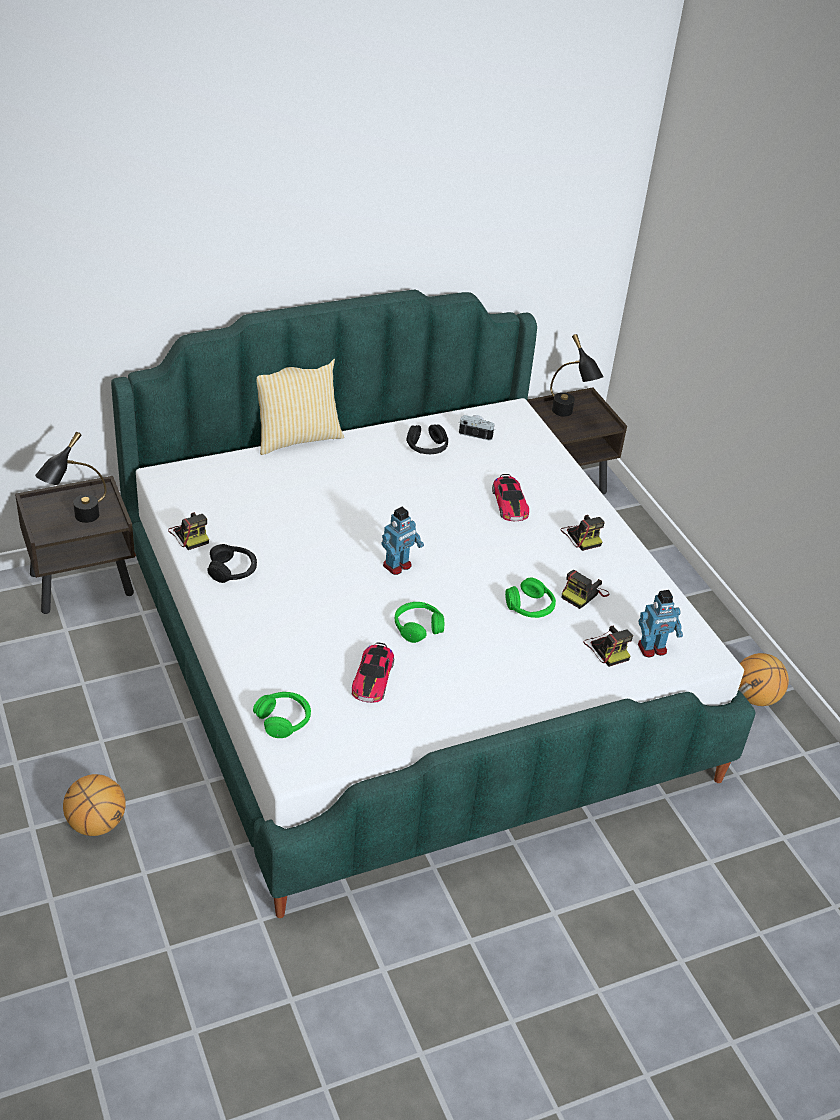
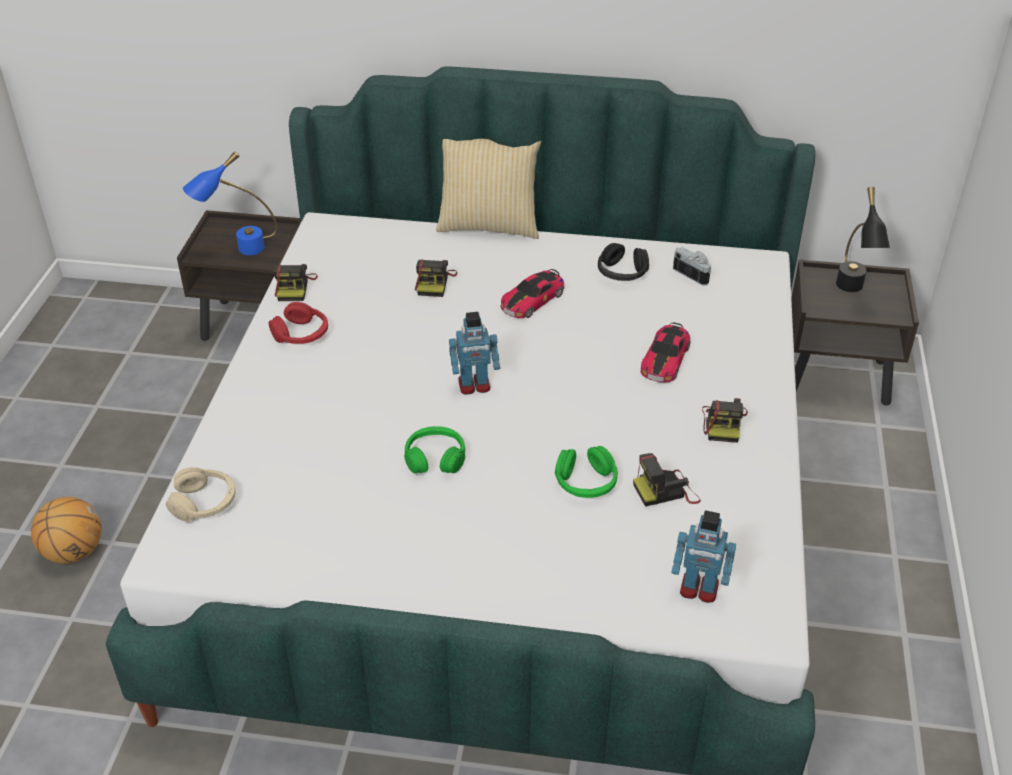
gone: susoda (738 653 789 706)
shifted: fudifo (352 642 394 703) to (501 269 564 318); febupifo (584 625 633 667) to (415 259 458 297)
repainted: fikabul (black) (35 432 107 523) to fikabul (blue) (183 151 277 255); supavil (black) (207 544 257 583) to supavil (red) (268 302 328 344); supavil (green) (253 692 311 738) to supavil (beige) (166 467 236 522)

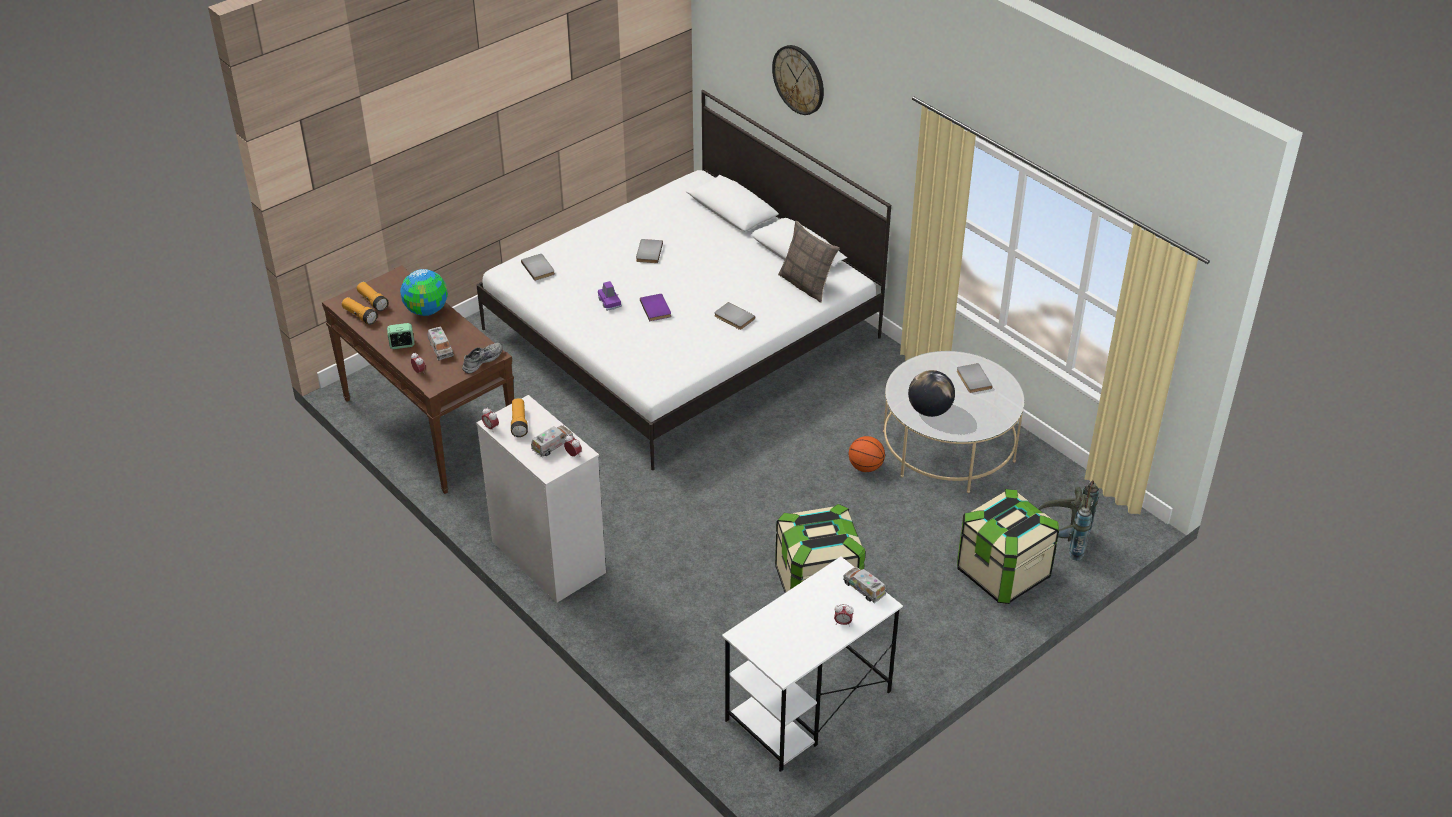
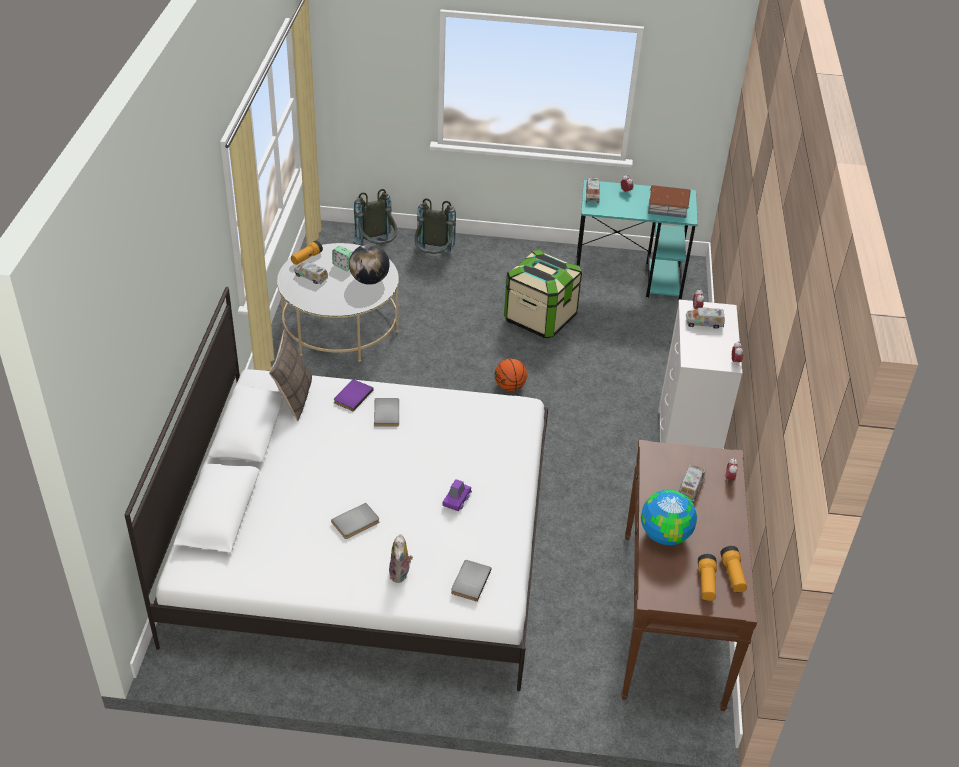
gone: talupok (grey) (462 343 503 373); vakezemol (772 45 824 115)
new: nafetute (389 534 413 583); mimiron (648 185 691 218)
shifted: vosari (387 323 414 349) to (332 246 353 271); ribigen (511 398 528 437) to (291 240 323 265); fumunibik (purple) (640 294 671 321) to (334 380 373 411); susoda (849 436 885 472) to (495 358 527 391)
swapped: fumunibik (grey) (957 363 992 393) to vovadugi (294 262 328 284); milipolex (957 489 1059 604) to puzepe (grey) (414 198 456 254)
repainted: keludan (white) (722 557 903 772) to keludan (turquoise) (576 180 698 300)

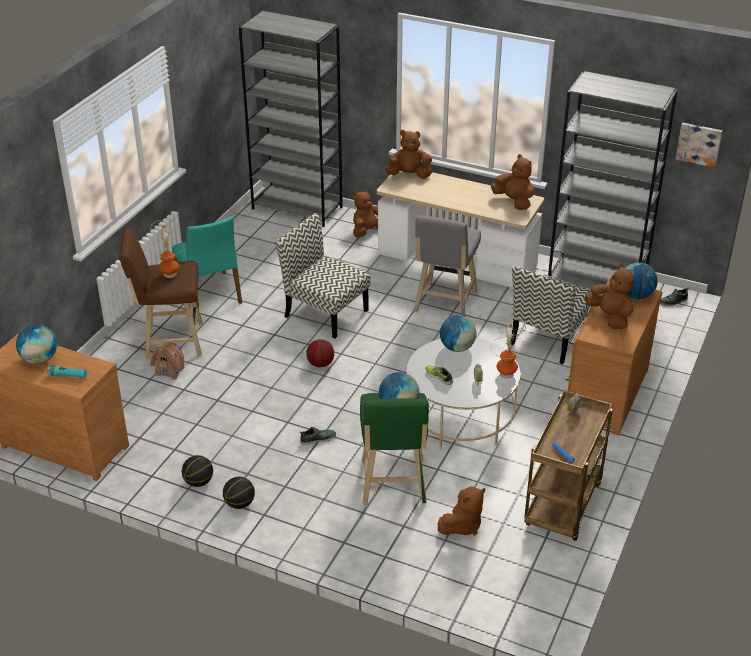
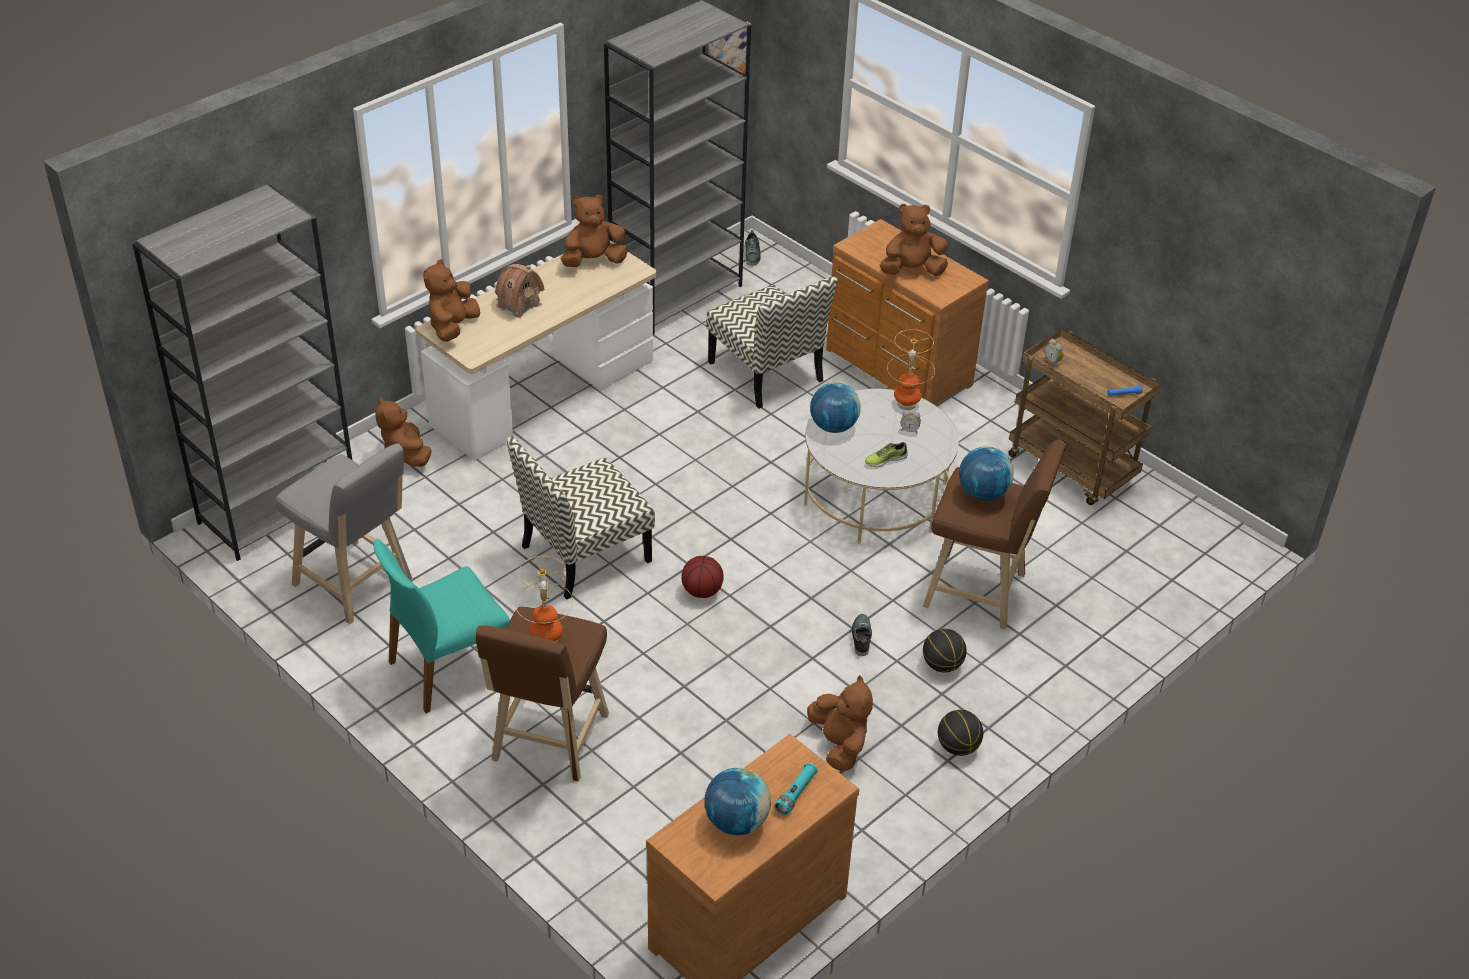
gone: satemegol (626 263 658 299)
shifted: mimiron (150 342 185 380) to (495 264 545 319); susoda (182 455 213 487) to (923 629 967 673); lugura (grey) (414 215 481 316) to (276 443 412 624); nafetute (brown) (438 486 485 535) to (807 675 873 771)
repainted: lugura (green) (360 393 429 504) to lugura (brown) (923 439 1066 629)
rotated: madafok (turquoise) (172 216 242 308) = (373 538 510 713) 150 degrees clockwise

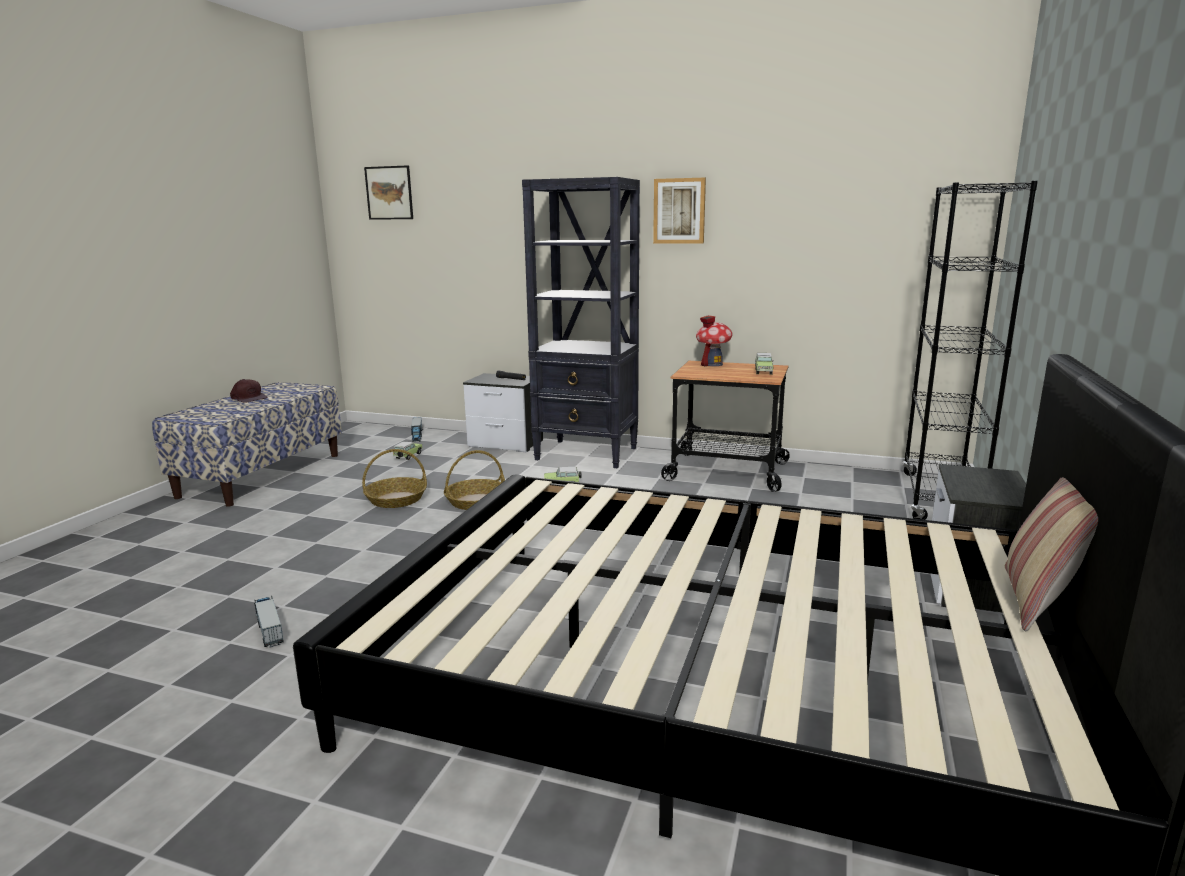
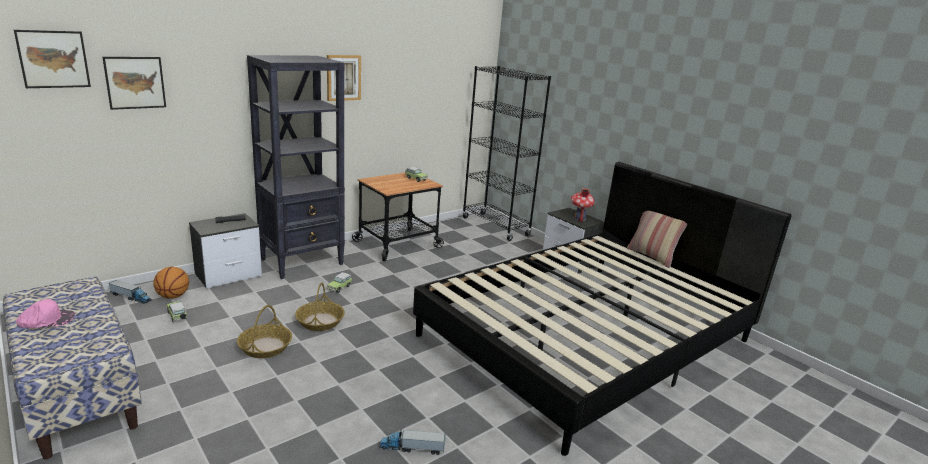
new: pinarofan (103 57 166 110); susoda (153 267 189 299)
shifted: mimiron (696 315 733 366) to (571 189 595 222)
repainted: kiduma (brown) (230 379 267 403) to kiduma (pink) (16 299 75 328)

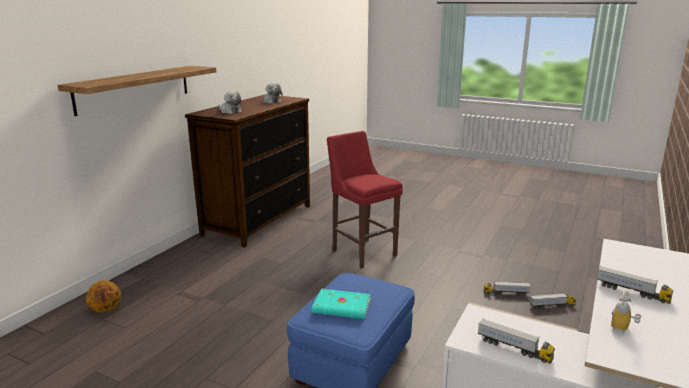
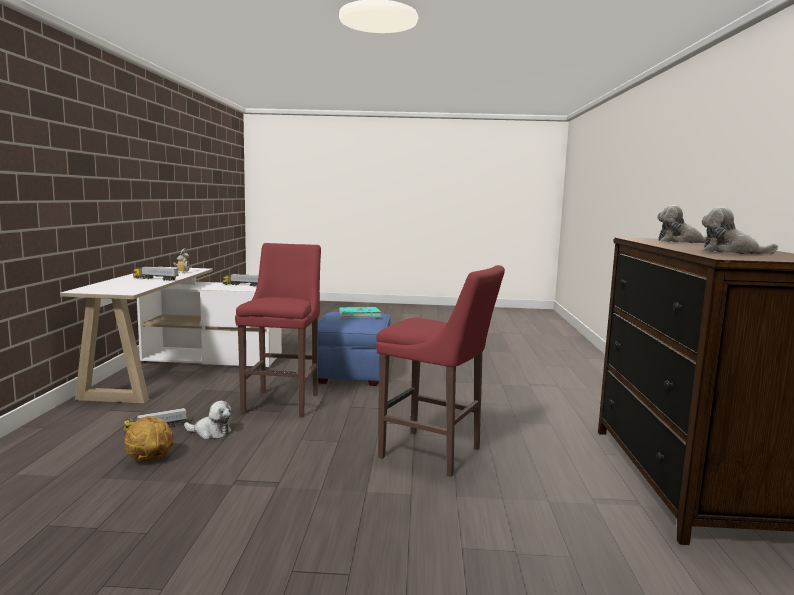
gone: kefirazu (58 66 216 116)
new: lugura (red) (235 243 321 417)
shifted: susoda (86 280 121 313) to (124 416 174 461)
swapped: vovadugi (484 281 531 296) to nafetute (184 401 232 439)

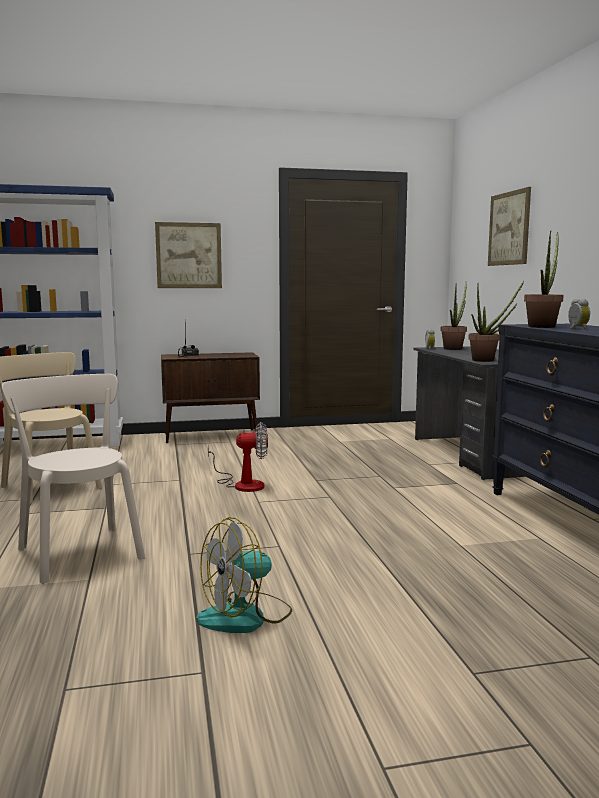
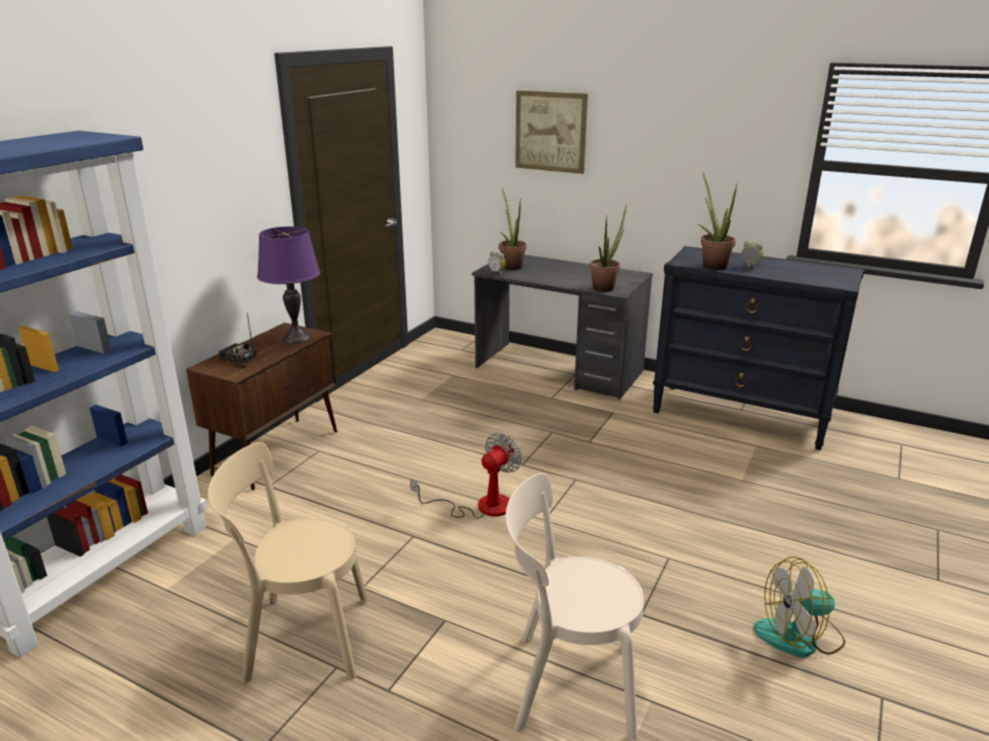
gone: pinarofan (155 222 222 288)
new: fikabul (purple) (257 226 320 344)
rotated: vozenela (196 517 292 633) = (754 557 845 658) 75 degrees clockwise

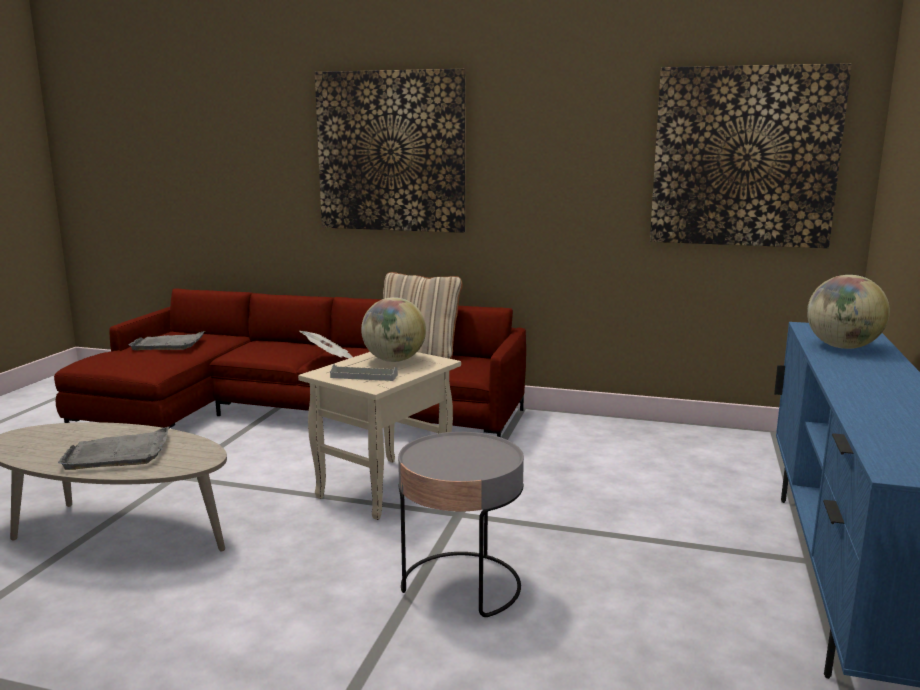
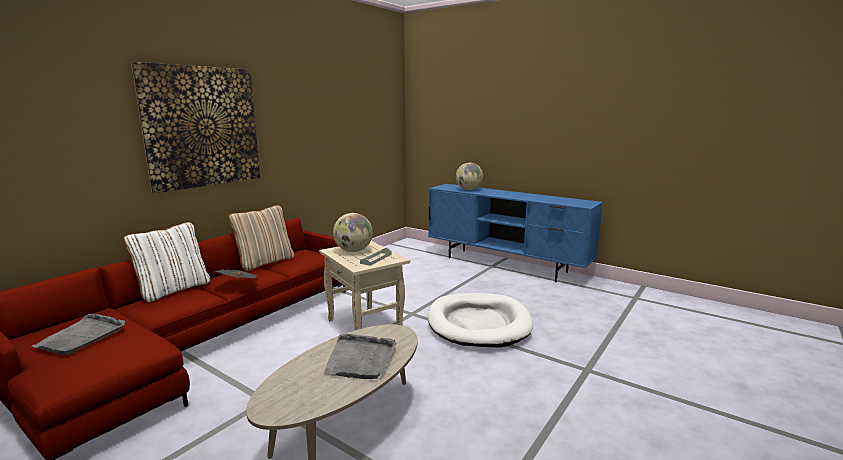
gone: pinarofan (650 63 852 248)
new: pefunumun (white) (124 222 210 302)
swapped: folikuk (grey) (398 432 524 617) to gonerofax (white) (428 293 533 348)

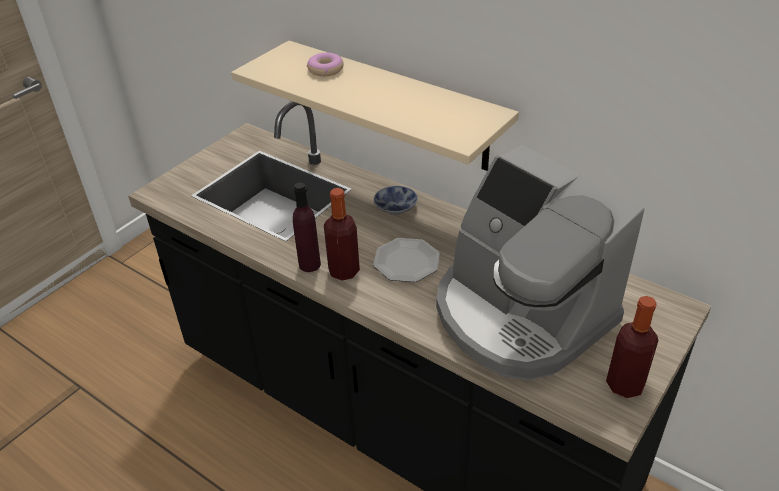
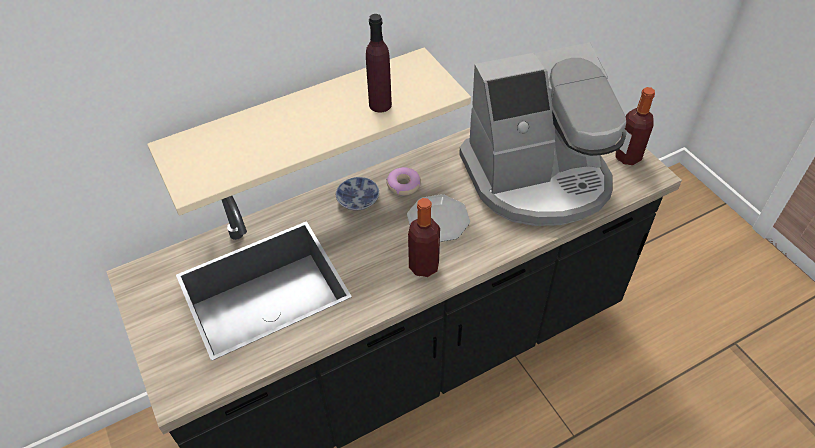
shifted: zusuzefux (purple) (293 182 321 272) to (366 14 392 113); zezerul (307 53 344 76) to (386 167 421 196)

